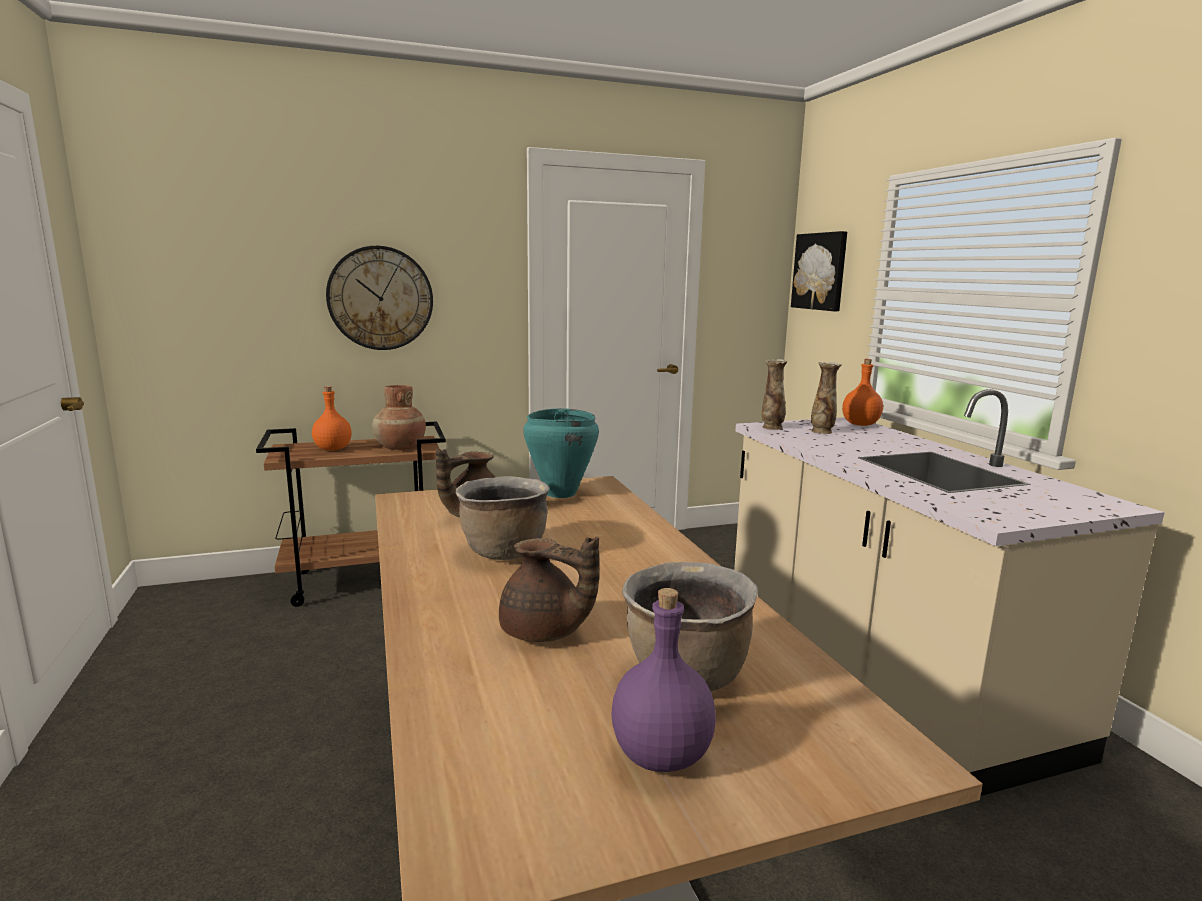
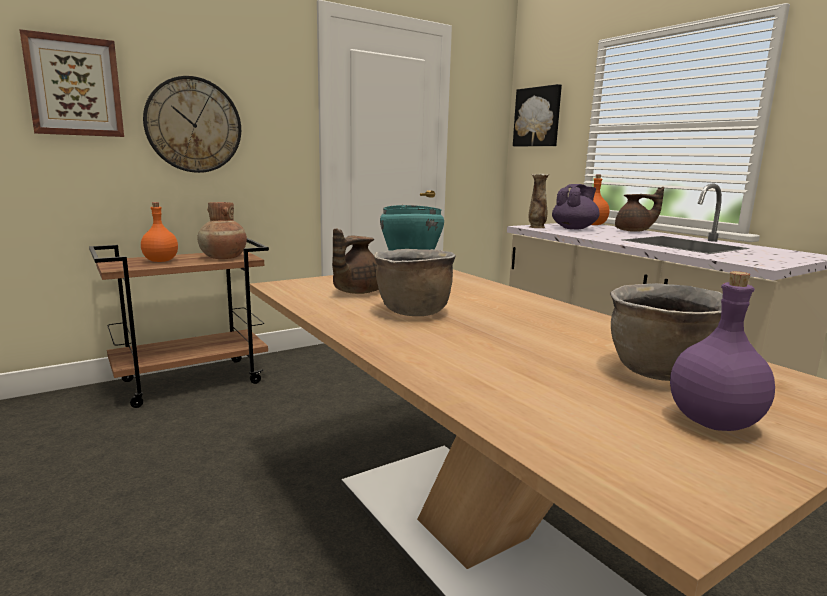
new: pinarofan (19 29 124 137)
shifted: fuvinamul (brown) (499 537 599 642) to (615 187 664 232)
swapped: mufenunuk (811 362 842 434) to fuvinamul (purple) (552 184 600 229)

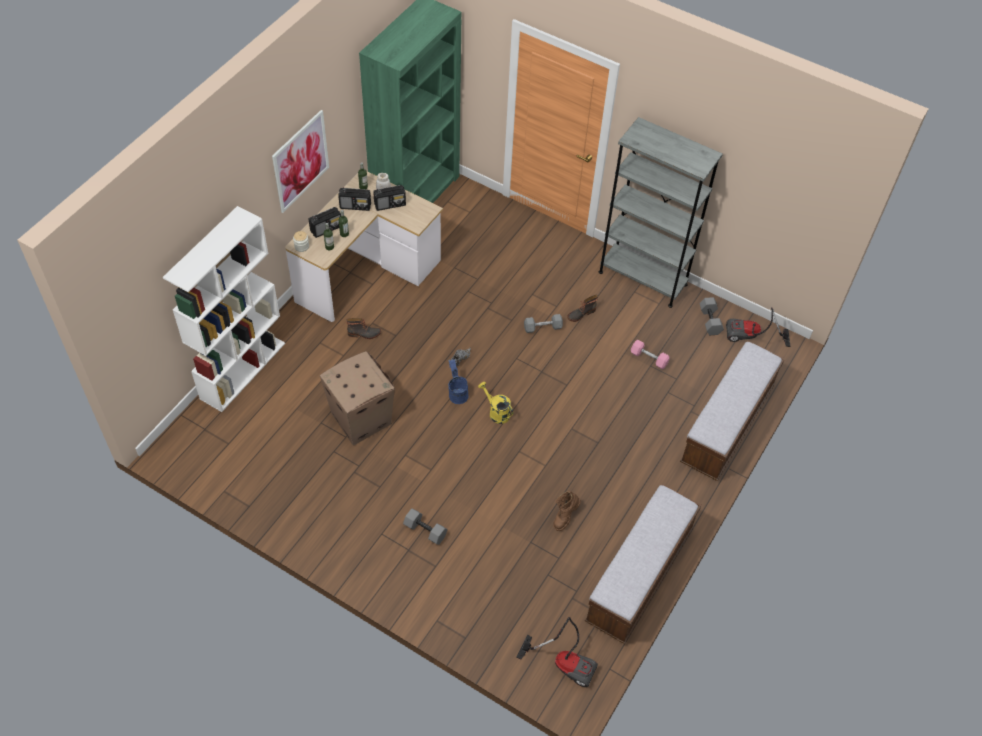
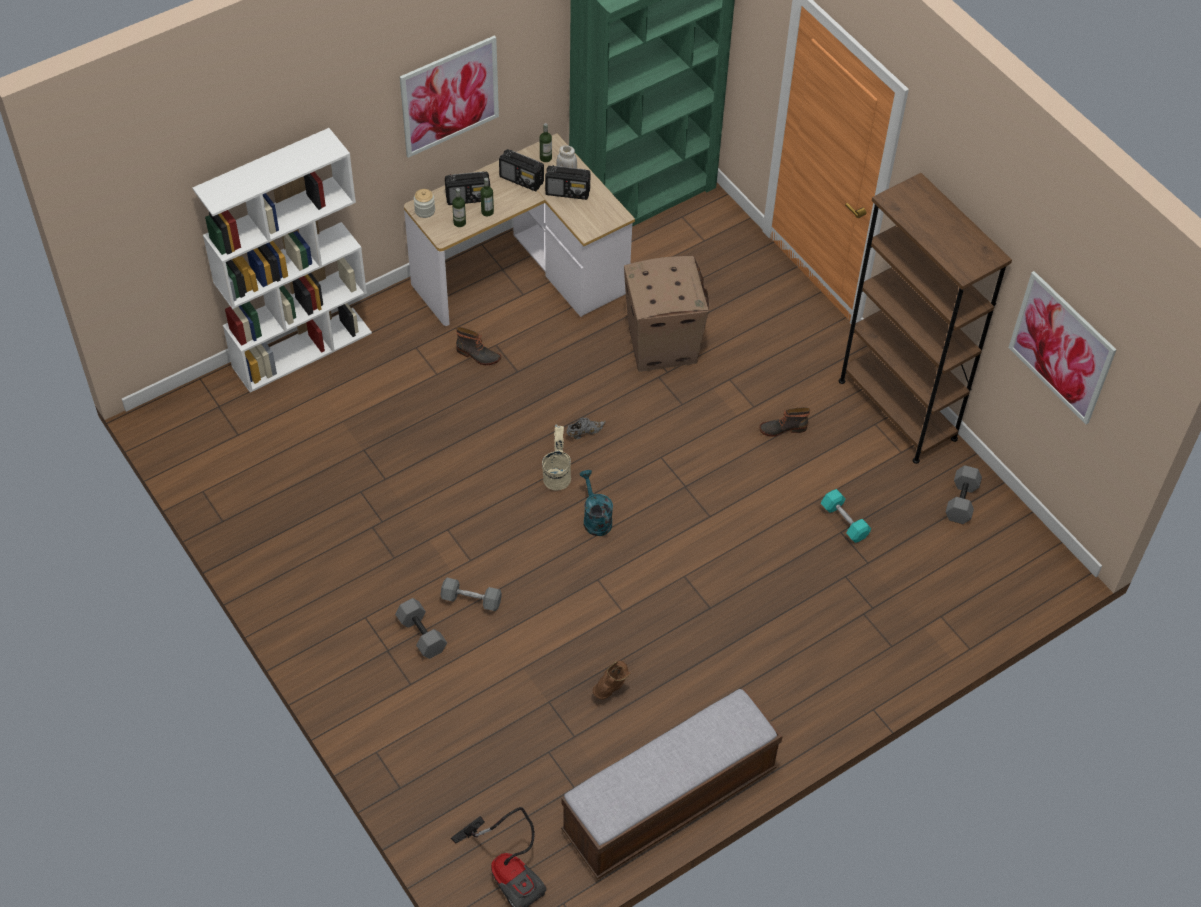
gone: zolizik (680 341 785 481); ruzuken (726 307 790 347)
new: pinarofan (1009 271 1117 425)
shifted: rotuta (320 351 395 445) to (624 256 709 372); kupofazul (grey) (524 314 563 333) to (441 578 502 611)
repainted: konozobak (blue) (448 359 469 404) to konozobak (beige) (542 424 571 490); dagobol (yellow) (478 382 513 424) to dagobol (turquoise) (580 470 613 536); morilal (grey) (599 117 723 308) to morilal (brown) (839 173 1012 464); kupofazul (pink) (631 340 670 369) to kupofazul (turquoise) (821 489 871 543)
rotated: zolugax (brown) (553 491 581 531) = (592 660 631 700) 150 degrees clockwise

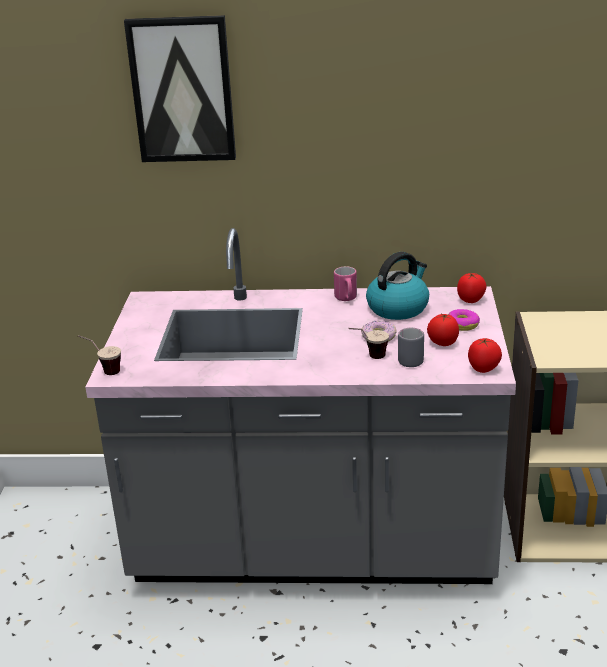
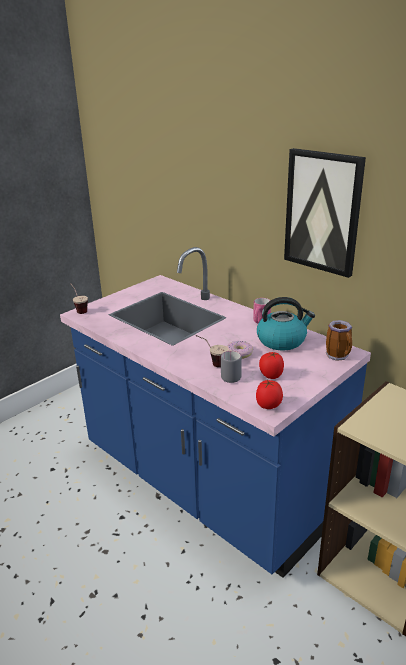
gone: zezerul (449 309 480 331)
shifted: pinarofan (124 15 236 162) to (284 148 366 278)
swapped: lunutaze (457 273 486 303) to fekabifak (326 320 352 361)
repainted: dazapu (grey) (85 228 516 584) to dazapu (blue) (60 247 371 578)

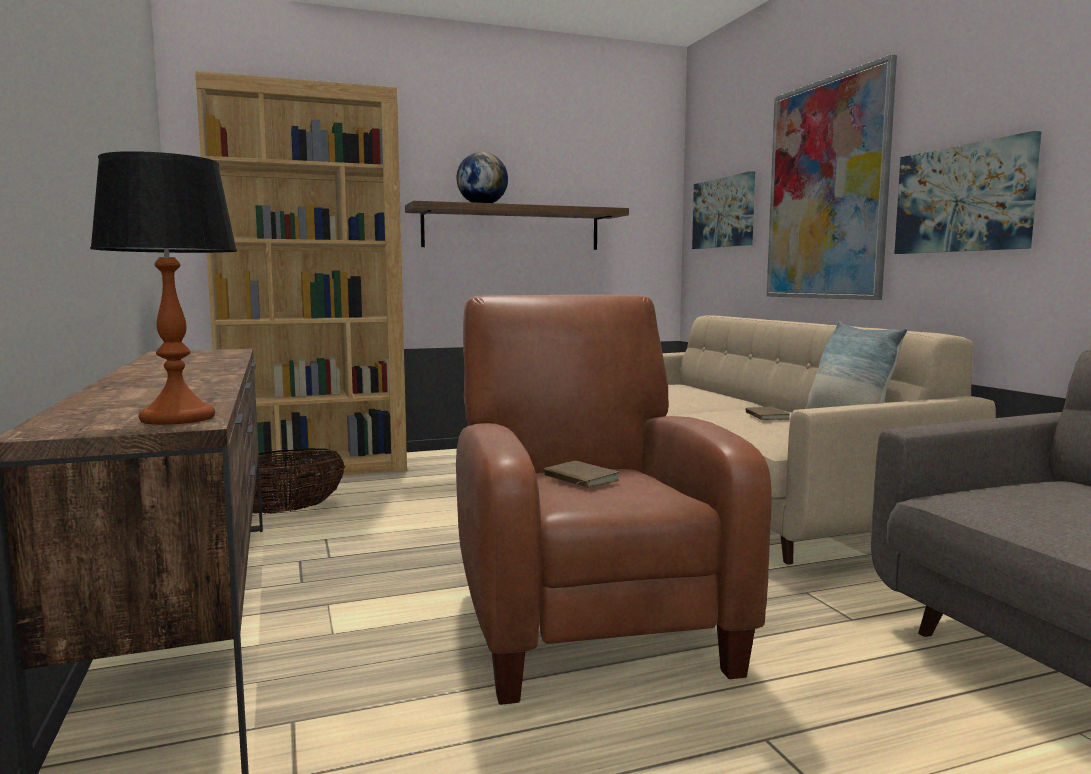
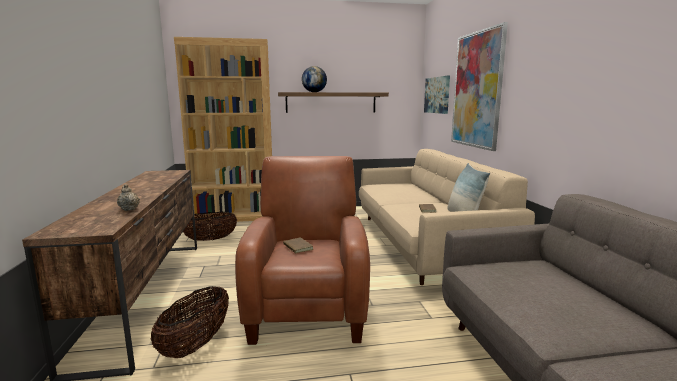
gone: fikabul (90 151 237 425); pinarofan (894 131 1041 254)
new: fuvinamul (beige) (117 184 140 211); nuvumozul (151 286 229 358)

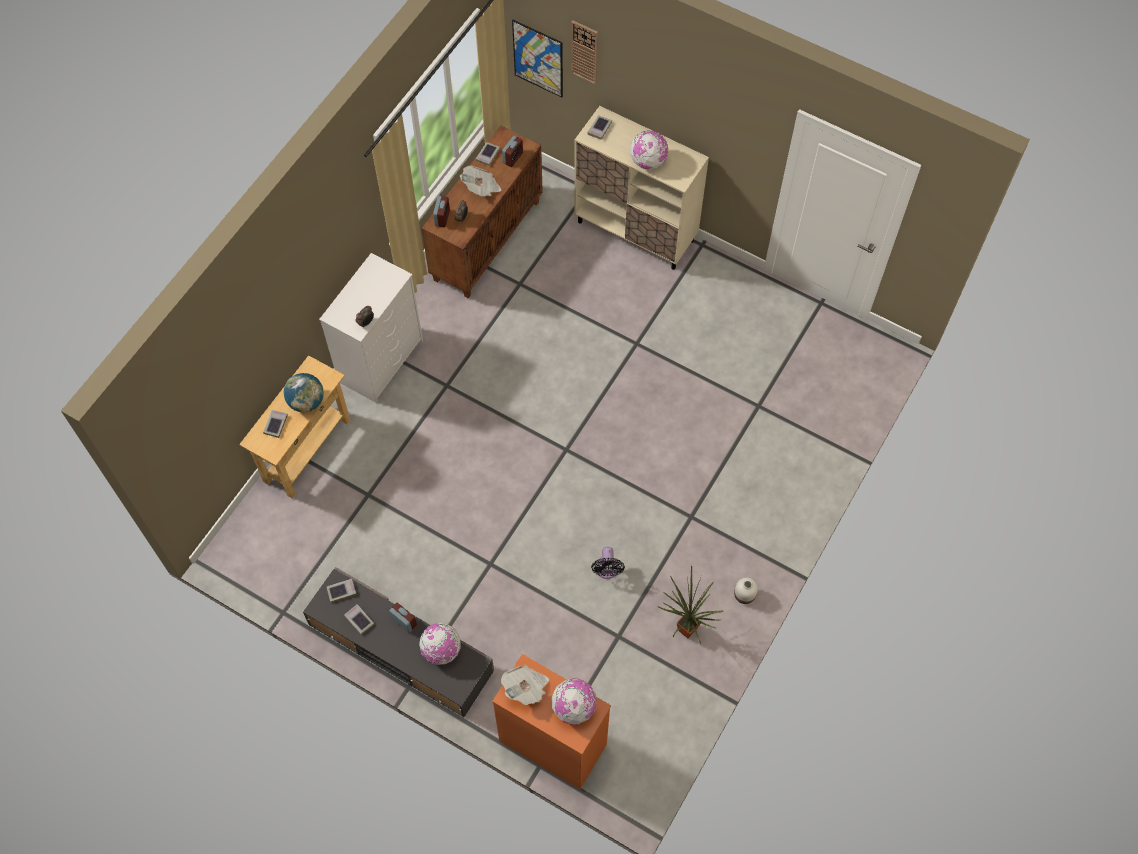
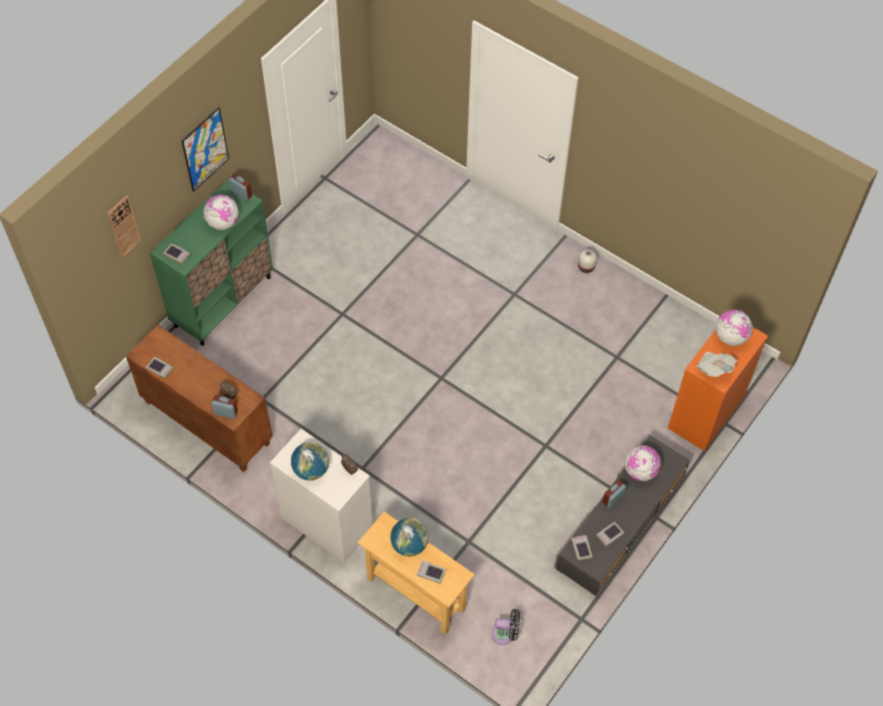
gone: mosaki (460 165 502 197); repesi (657 565 723 644)
new: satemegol (291 442 329 481)
shifted: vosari (502 136 523 167) to (228 174 252 202); pinarofan (512 20 563 97) to (182 107 229 192); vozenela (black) (591 547 625 579) to (491 609 520 645)
repainted: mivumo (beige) (574 106 709 270) to mivumo (green) (150 179 273 346)

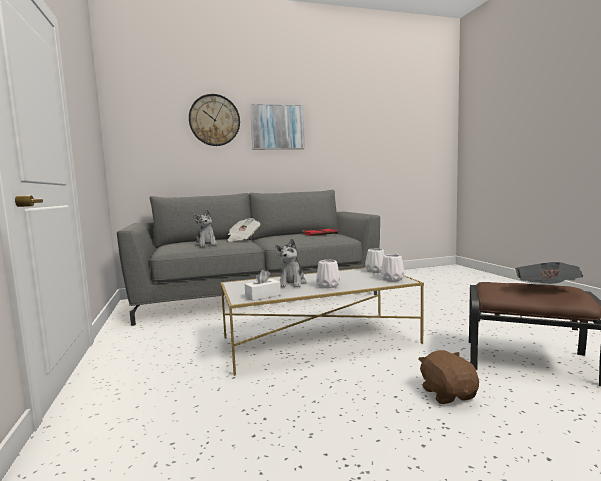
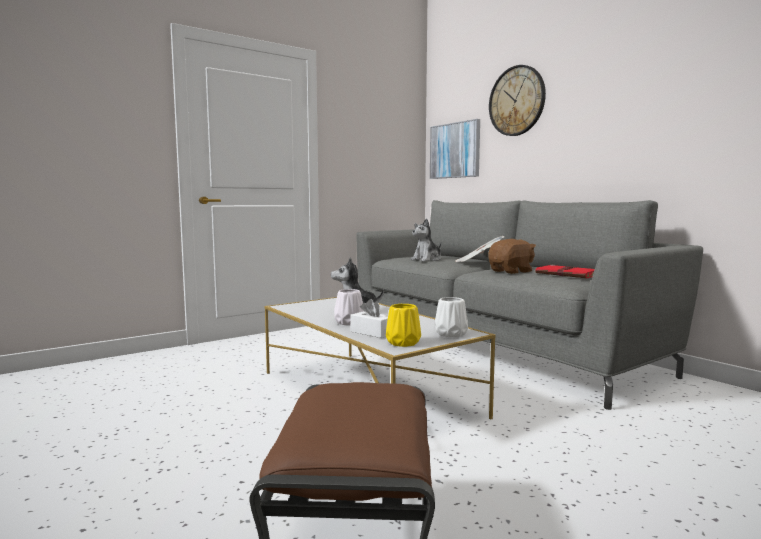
gone: mosaki (515 262 583 284)
shifted: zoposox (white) (245 270 281 301) to (350 299 388 338); pinarofan (250 104 305 149) to (430 119 480 179); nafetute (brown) (418 350 479 404) to (488 239 536 274)
repainted: mufenunuk (white) (381 254 404 281) to mufenunuk (yellow) (386 304 421 347)

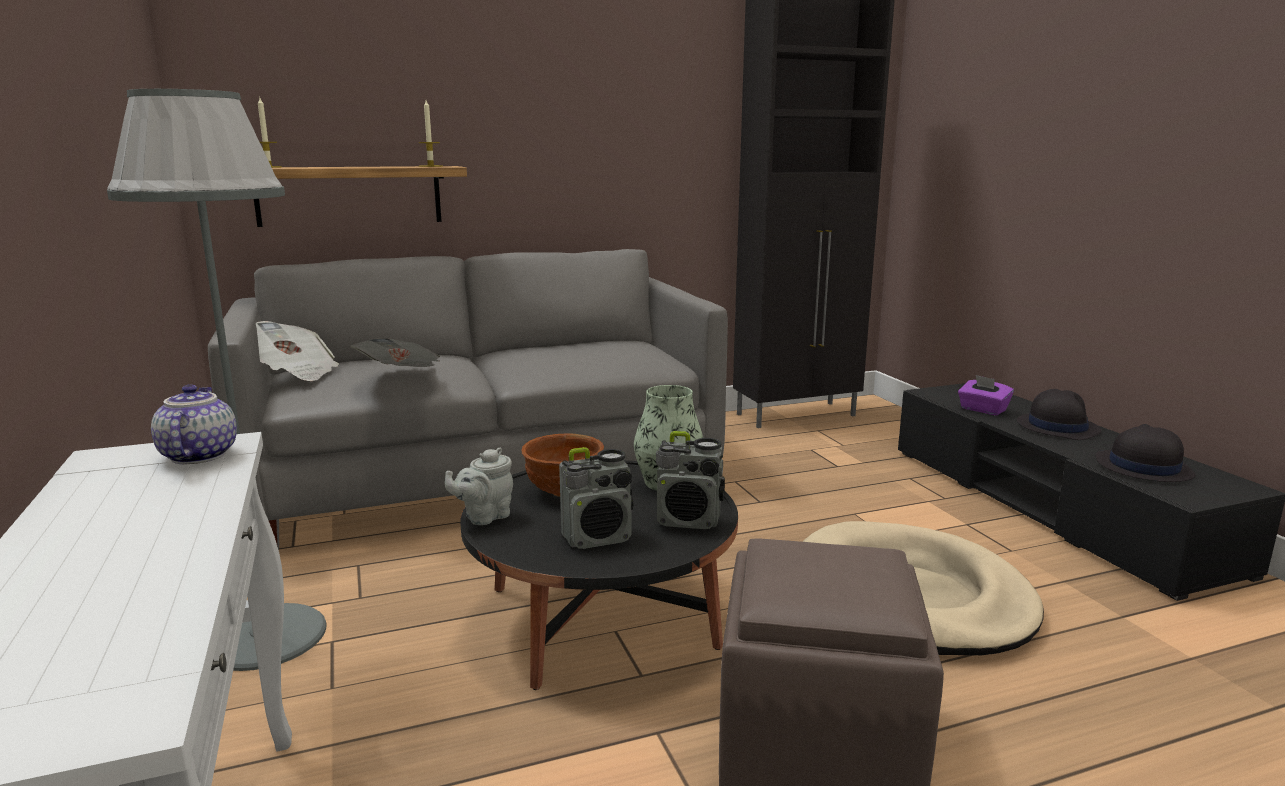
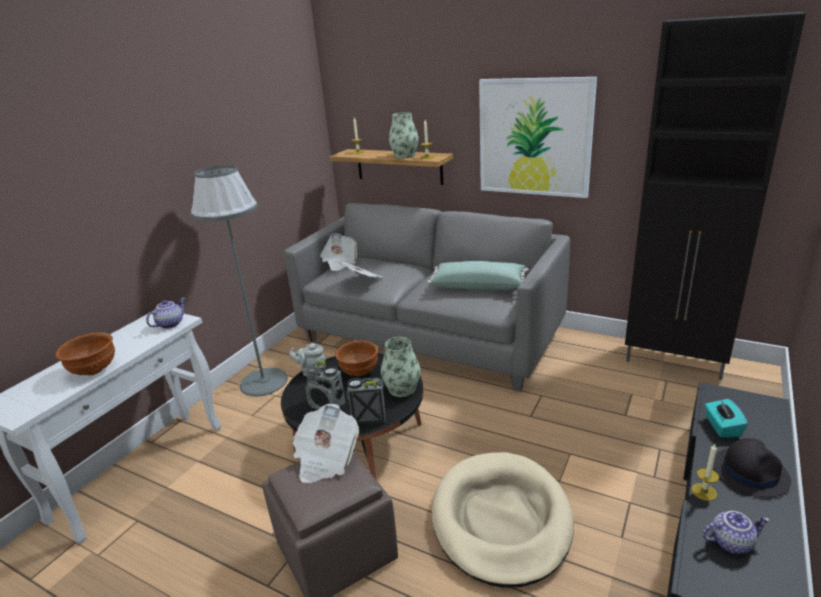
new: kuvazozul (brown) (55 332 115 375); mosaki (292 404 359 483); mufenunuk (389 112 419 158); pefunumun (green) (428 261 529 290); pinarofan (479 77 597 198); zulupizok (691 444 719 501)
swapped: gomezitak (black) (1095 424 1196 482) to fuvinamul (702 511 770 554)
repainted: zoposox (purple) (958 375 1014 415) to zoposox (turquoise) (705 399 748 438)
rotated: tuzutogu (656 431 725 529) = (347 377 386 424) 120 degrees clockwise

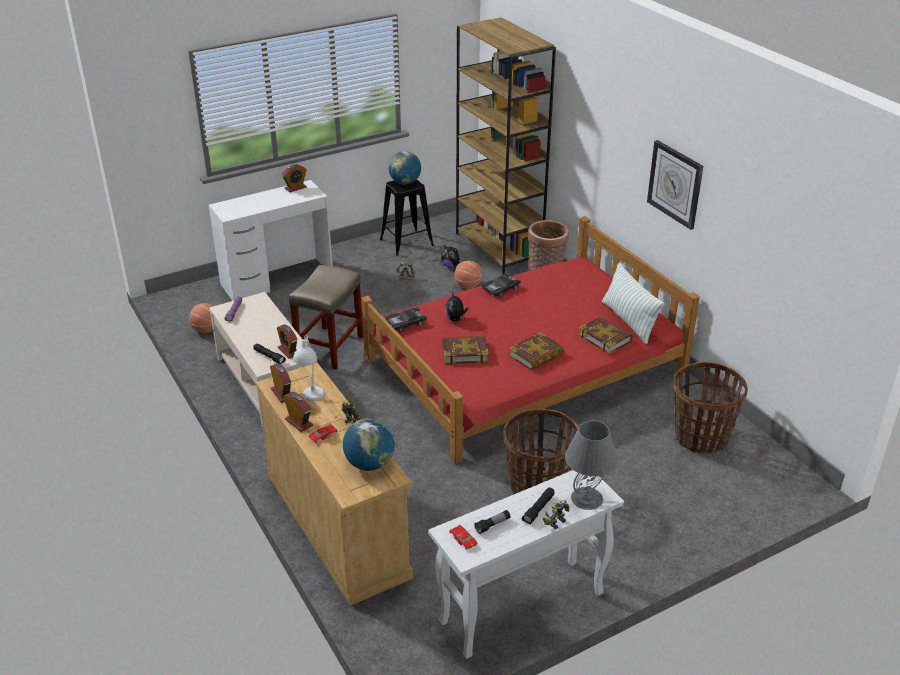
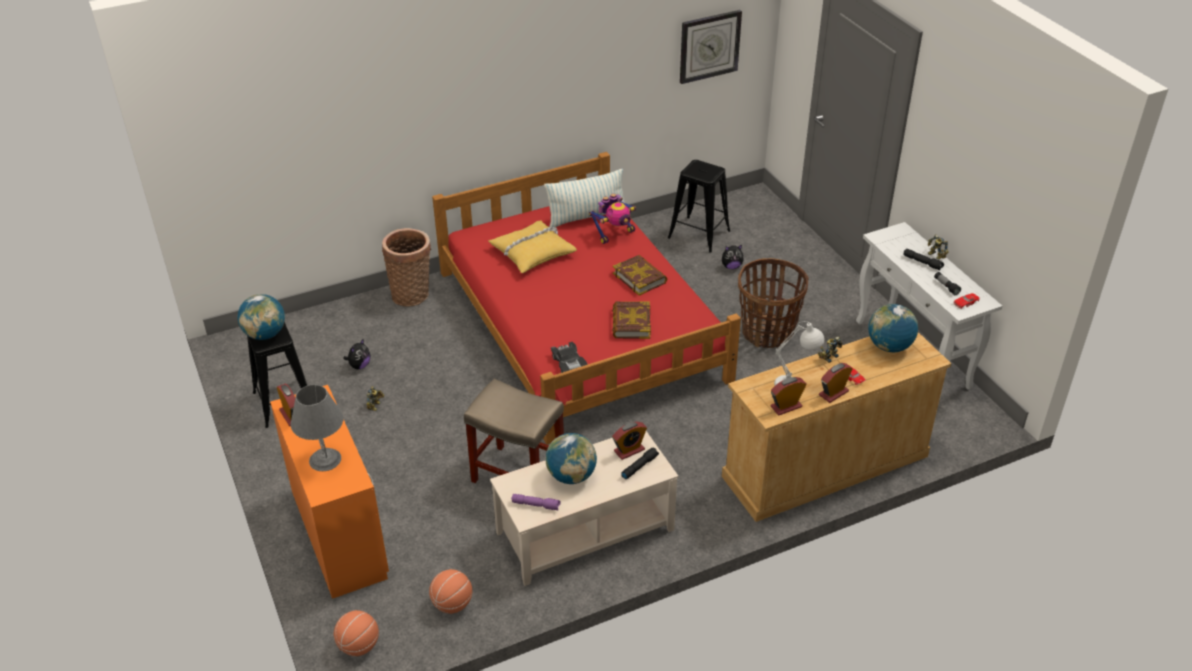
gone: morilal (brown) (456 17 556 274); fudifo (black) (482 273 521 297)
new: pefunumun (yellow) (488 221 577 273); satemegol (545 433 597 484)
shifted: nafetute (445 292 468 321) to (722 245 743 269); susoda (454 261 482 289) to (334 610 379 656); fikabul (grey) (565 421 618 510) to (291 384 343 471); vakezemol (647 140 703 230) to (680 10 742 84)
swapped: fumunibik (578 316 633 354) to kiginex (589 194 636 244); nuvumozul (673 362 748 454) to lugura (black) (668 160 730 252)
repainted: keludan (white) (209 180 333 301) to keludan (orange) (270 385 389 599)

